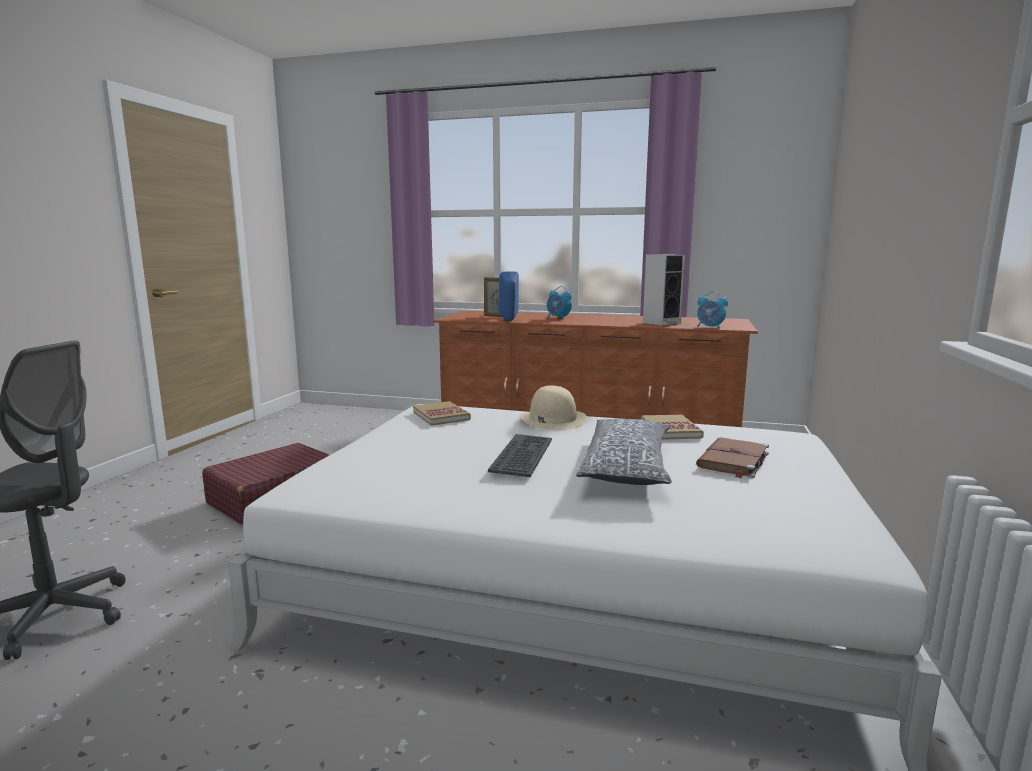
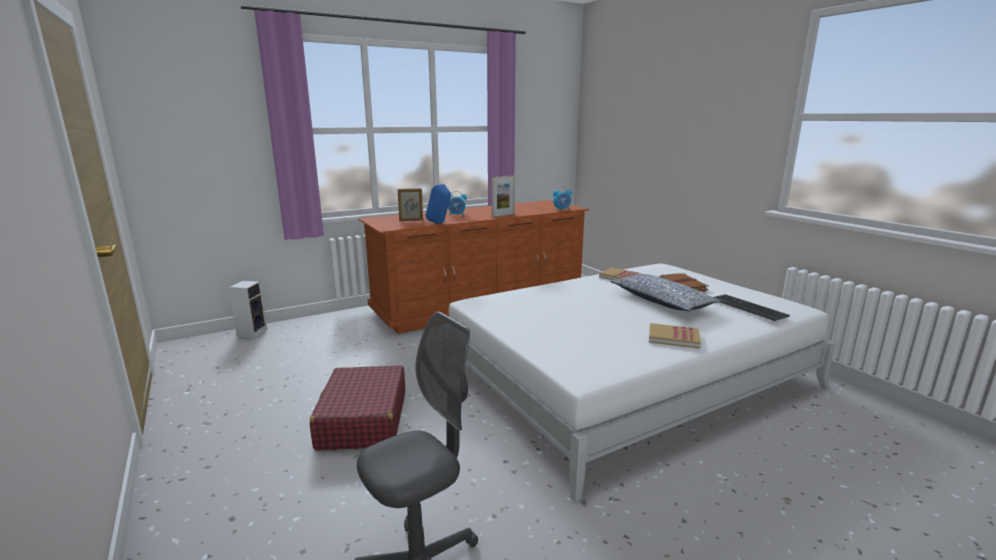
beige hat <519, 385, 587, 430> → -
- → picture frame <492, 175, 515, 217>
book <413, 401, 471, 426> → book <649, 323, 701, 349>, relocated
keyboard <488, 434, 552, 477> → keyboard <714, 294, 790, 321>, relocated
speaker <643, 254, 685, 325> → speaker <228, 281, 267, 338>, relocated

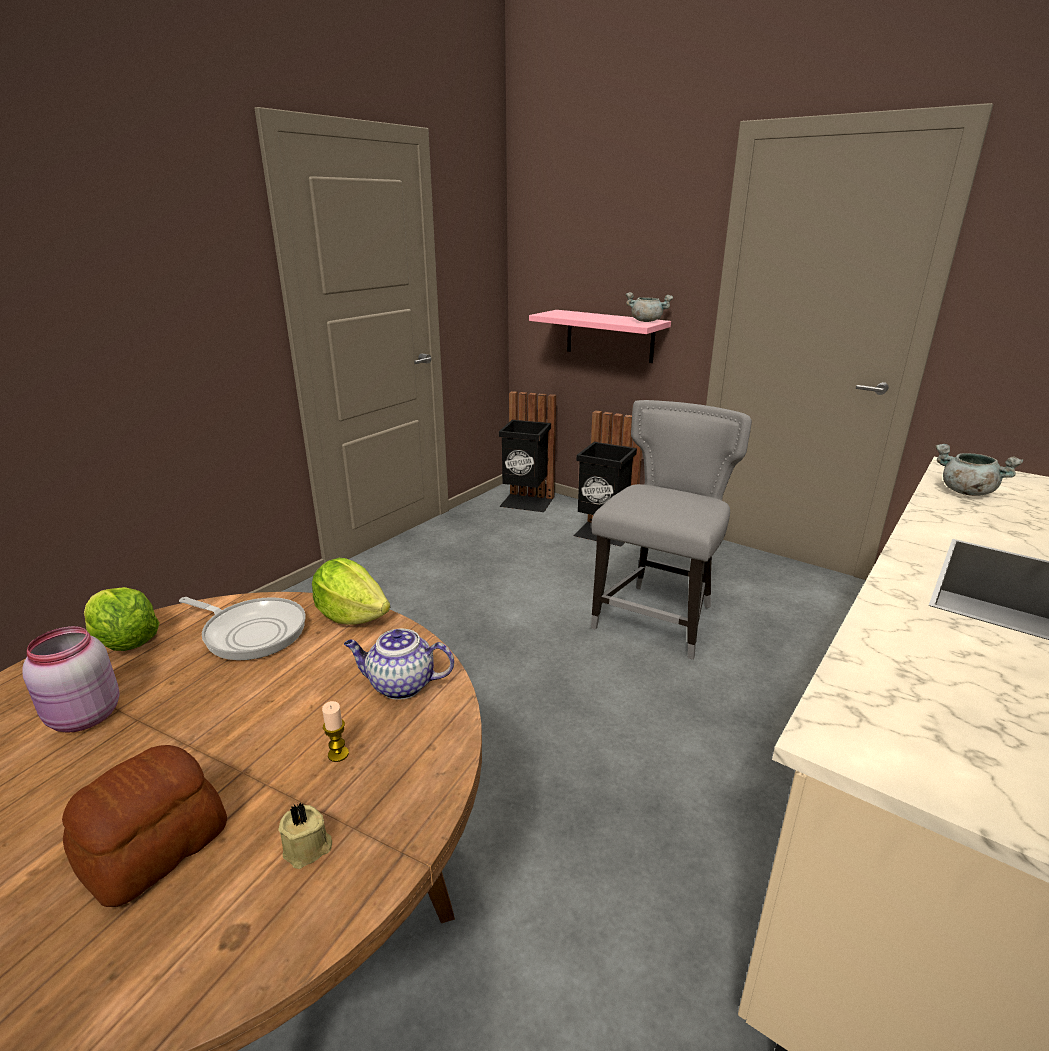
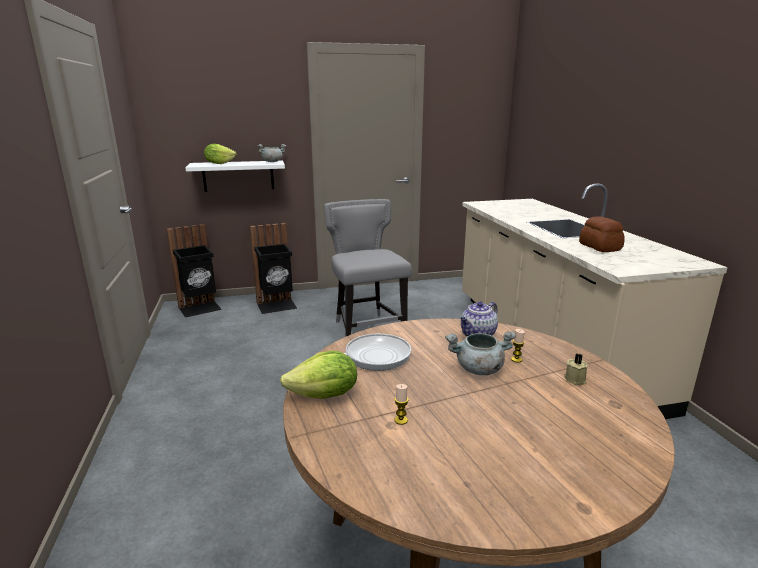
bread <62, 745, 227, 907> → bread <579, 216, 625, 252>, relocated
lettuce <312, 558, 390, 625> → lettuce <204, 144, 237, 164>, relocated
grey cooking pot <935, 444, 1024, 496> → grey cooking pot <445, 331, 516, 375>, relocated
pink jar <23, 626, 120, 733> → candle <394, 384, 409, 425>
pink shelf <529, 310, 671, 363> → white shelf <185, 161, 285, 192>

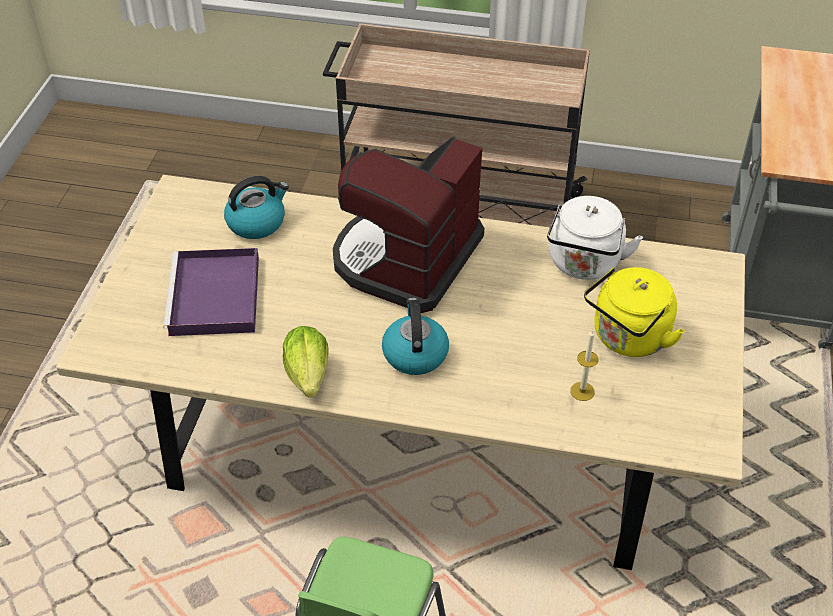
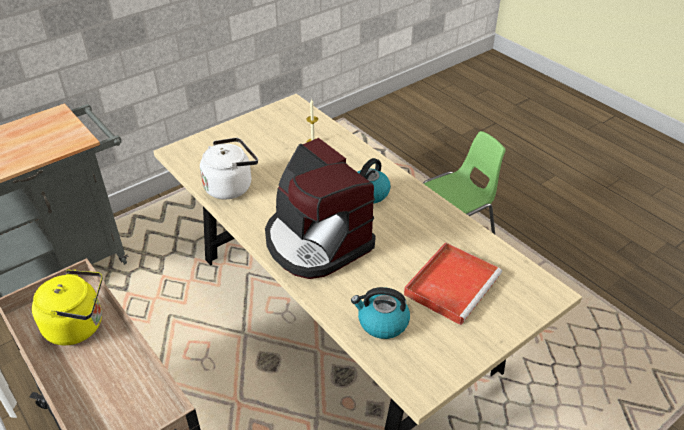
lettuce <283, 326, 329, 398> → -
yellow kettle <584, 267, 685, 357> → yellow kettle <32, 269, 102, 346>, relocated
purple tray <163, 248, 259, 336> → red tray <404, 242, 502, 325>
coffee machine <333, 136, 484, 313> → coffee machine <265, 138, 376, 279>, 75 degrees clockwise

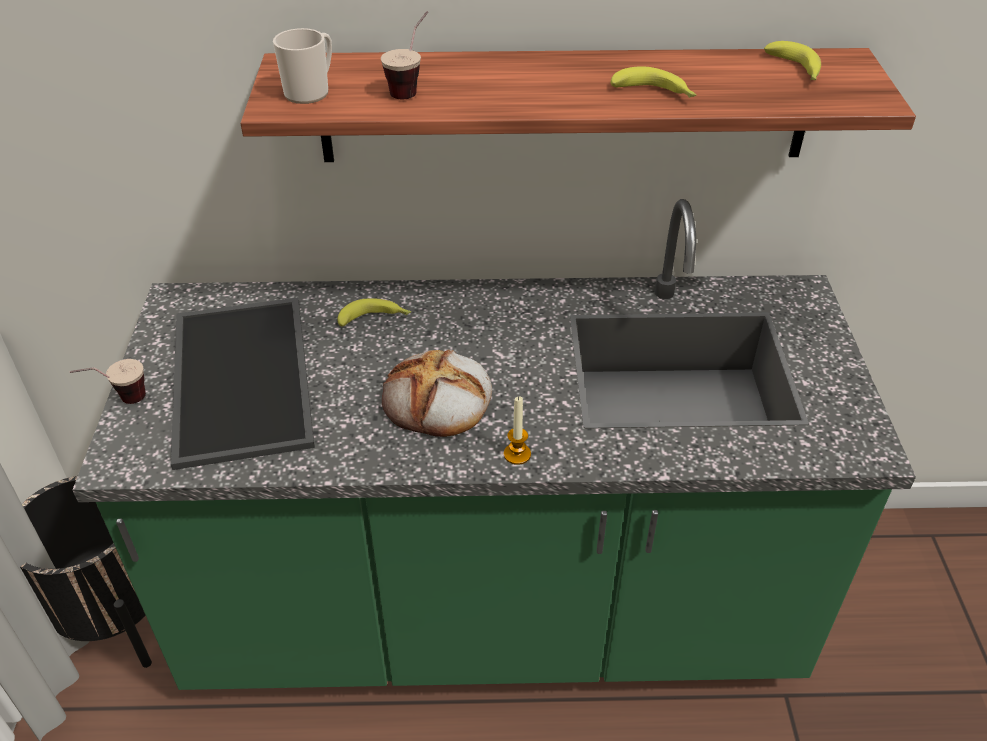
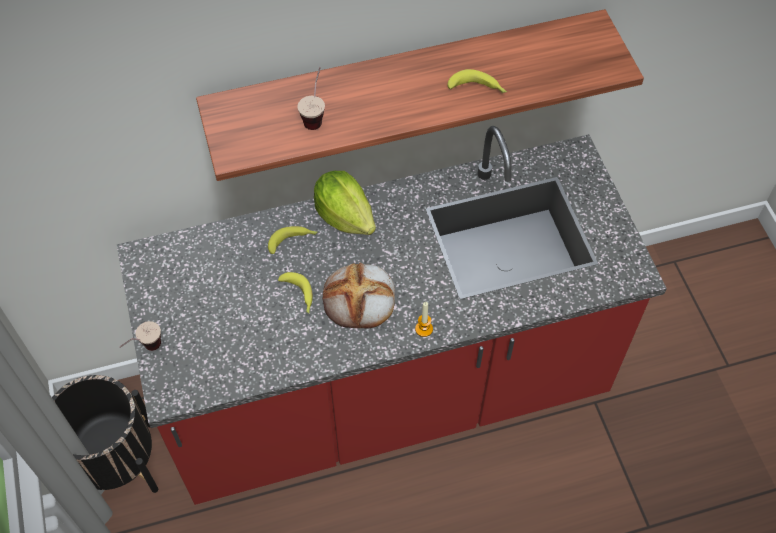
tray <171, 297, 315, 470> → -
mug <273, 28, 332, 104> → -
- → lettuce <314, 171, 376, 235>
banana <764, 41, 821, 80> → banana <278, 272, 313, 313>, relocated
green counter <72, 199, 916, 690> → red counter <117, 126, 667, 505>

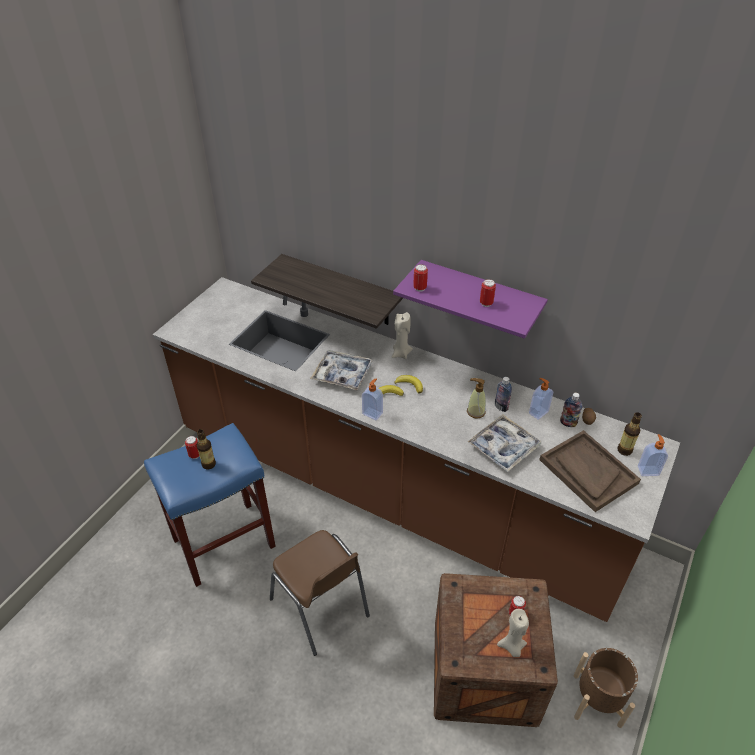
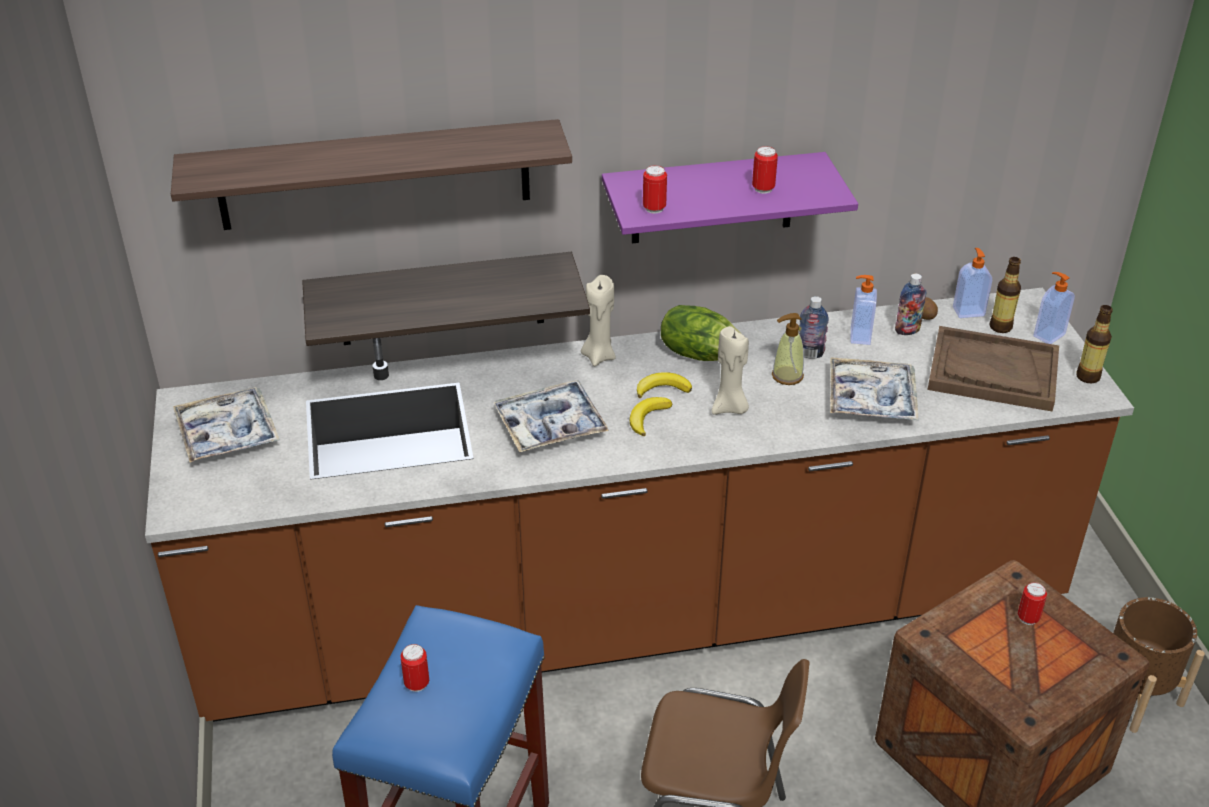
- → shelf <171, 119, 572, 230>
- → tray <173, 387, 280, 463>
- → lettuce <661, 305, 741, 361>
bottle <197, 429, 216, 470> → bottle <1076, 305, 1113, 384>, relocated
soap dispenser <362, 379, 383, 420> → soap dispenser <953, 248, 992, 318>, relocated
beige candle <497, 609, 529, 657> → beige candle <712, 326, 749, 415>, relocated

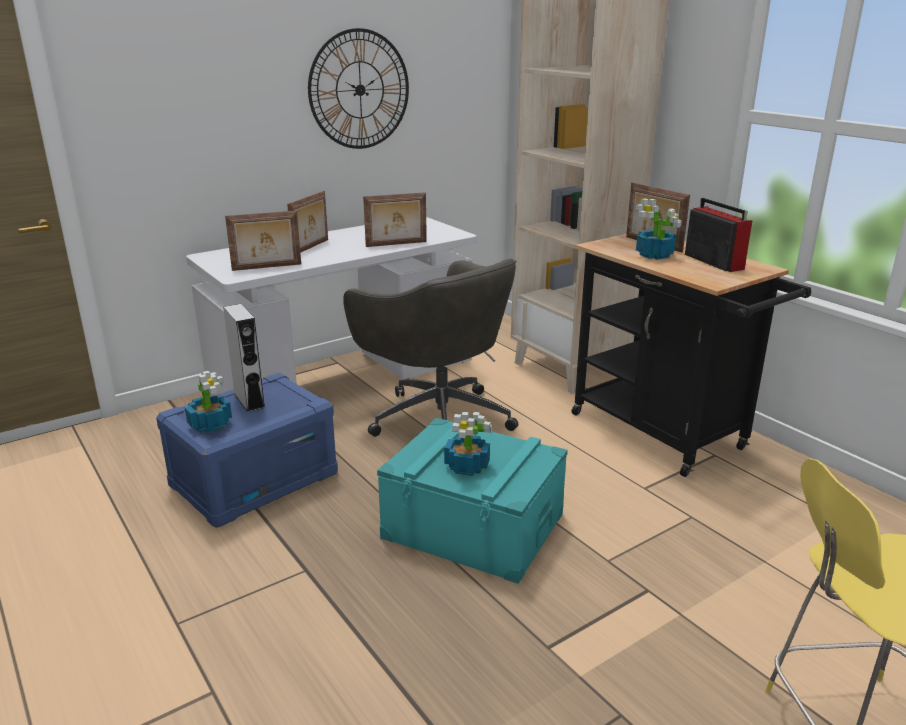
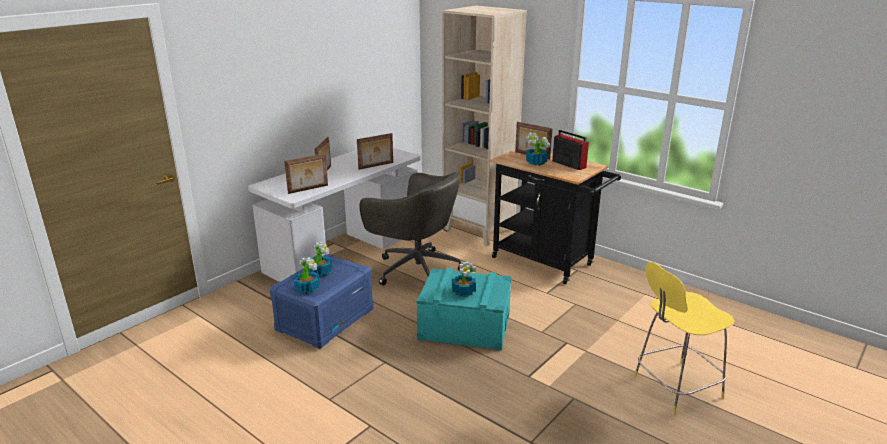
wall clock <308, 28, 409, 149> → -
grey speaker <223, 304, 265, 412> → potted plant <308, 242, 333, 277>

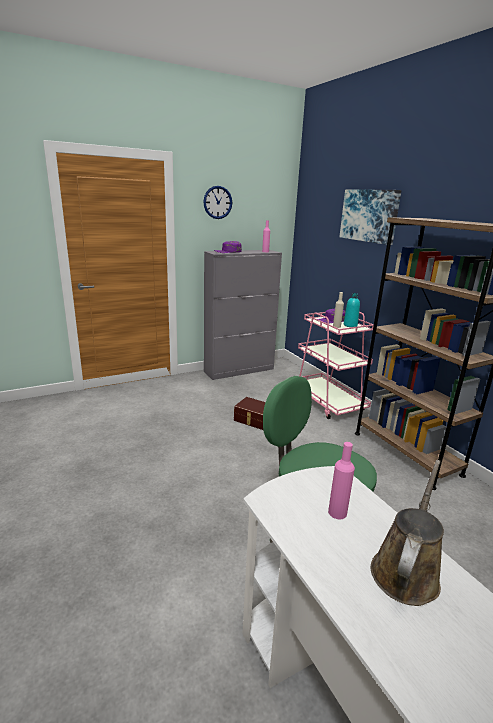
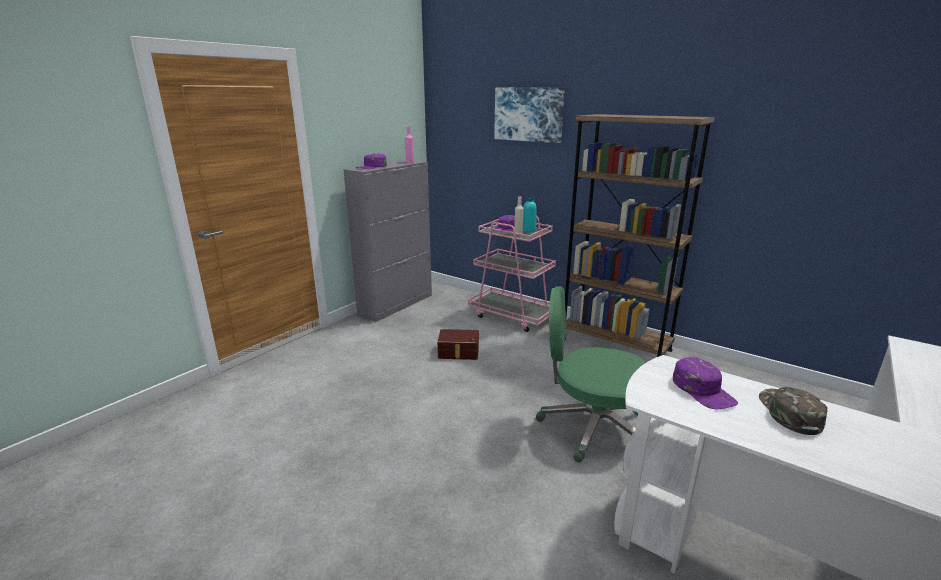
wall clock <203, 186, 232, 219> → -
pink bottle <328, 442, 355, 519> → purple cap <673, 357, 738, 410>
brown watering can <371, 460, 444, 606> → green cap <759, 387, 827, 435>

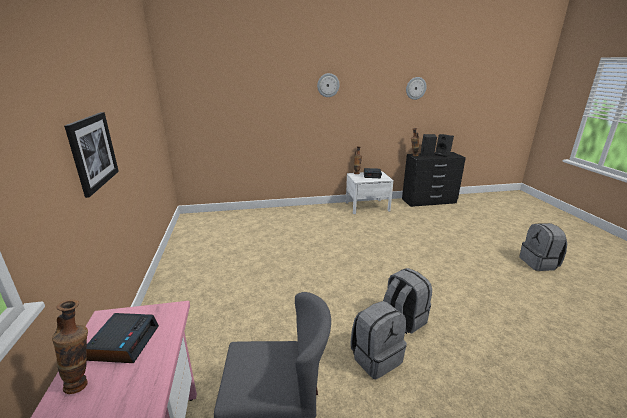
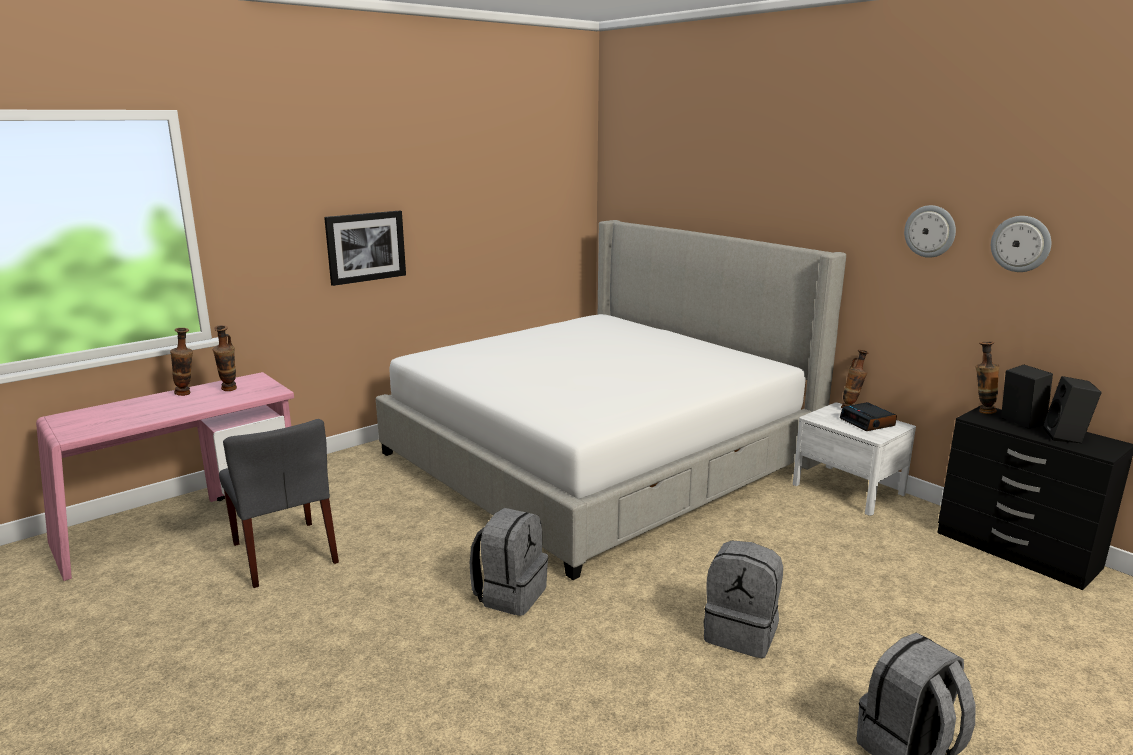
- → bed <376, 220, 846, 580>
wall clock <317, 73, 340, 97> → wall clock <904, 205, 956, 258>, relocated
grey backpack <350, 301, 407, 379> → grey backpack <704, 541, 783, 658>, relocated
alarm clock <87, 313, 159, 363> → vase <213, 325, 237, 391>

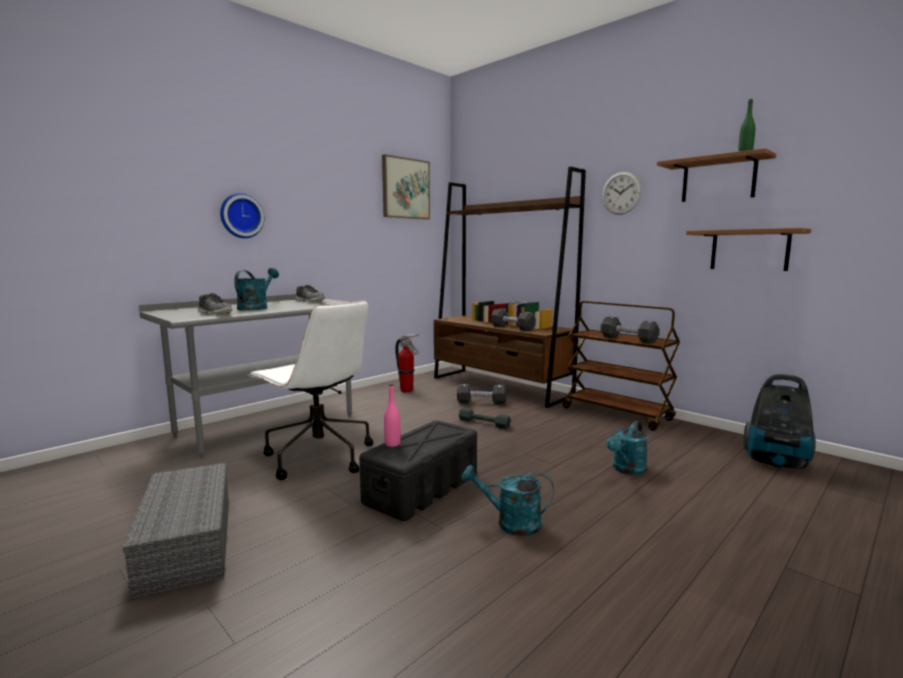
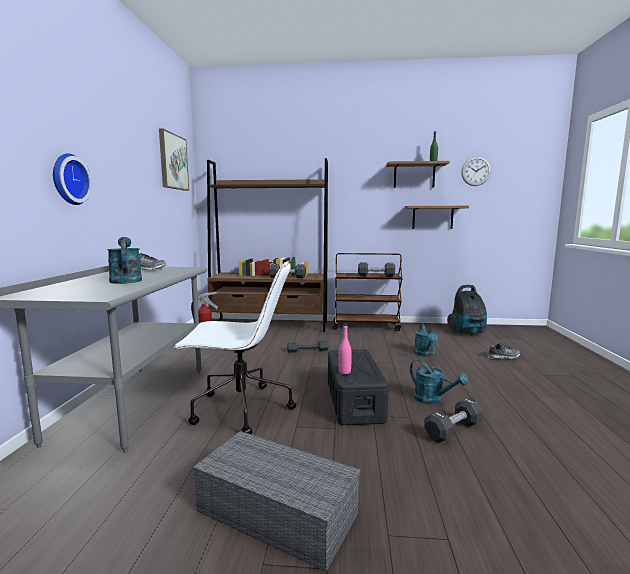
shoe <198, 293, 233, 315> → shoe <487, 343, 520, 359>, relocated
black dumbbell <457, 384, 506, 405> → black dumbbell <424, 398, 483, 443>, relocated
wall clock <602, 172, 642, 215> → wall clock <461, 157, 491, 186>, relocated
turquoise watering can <461, 465, 554, 536> → turquoise watering can <410, 360, 469, 405>, 105 degrees counterclockwise

